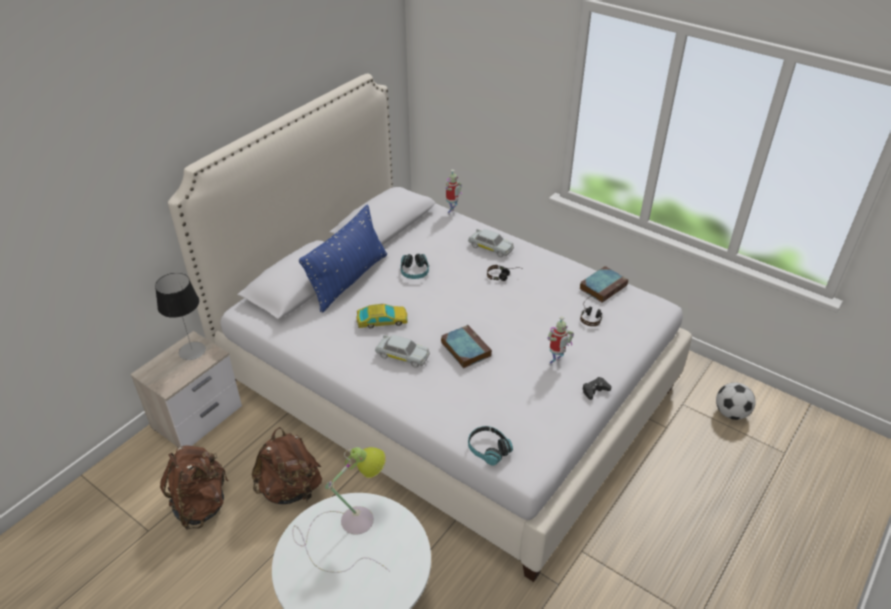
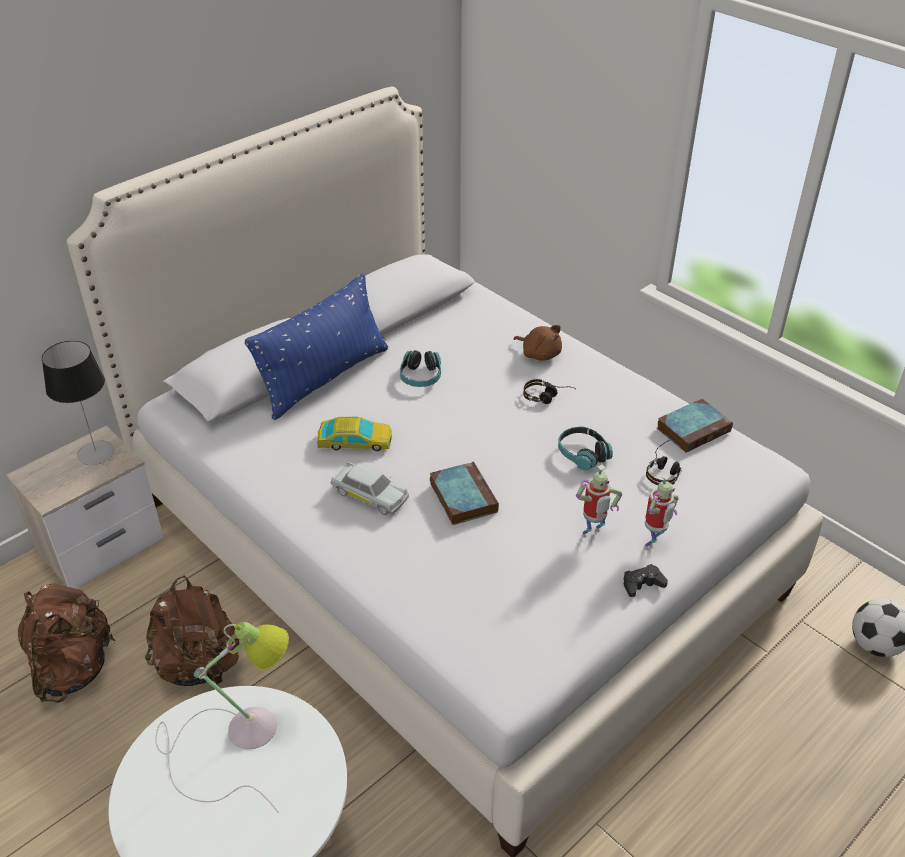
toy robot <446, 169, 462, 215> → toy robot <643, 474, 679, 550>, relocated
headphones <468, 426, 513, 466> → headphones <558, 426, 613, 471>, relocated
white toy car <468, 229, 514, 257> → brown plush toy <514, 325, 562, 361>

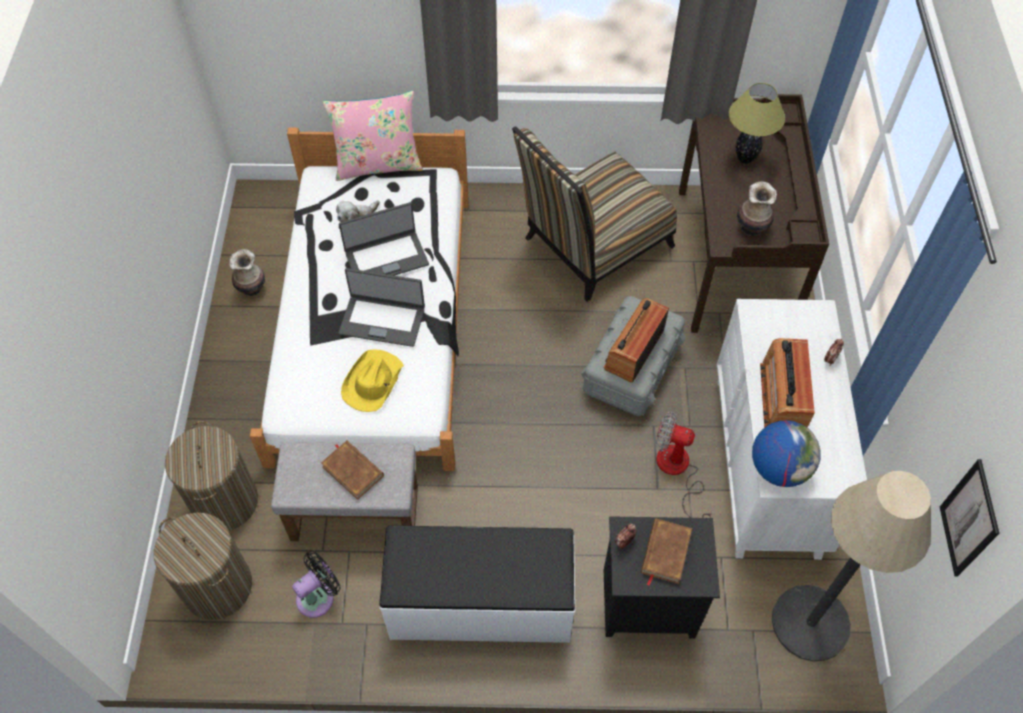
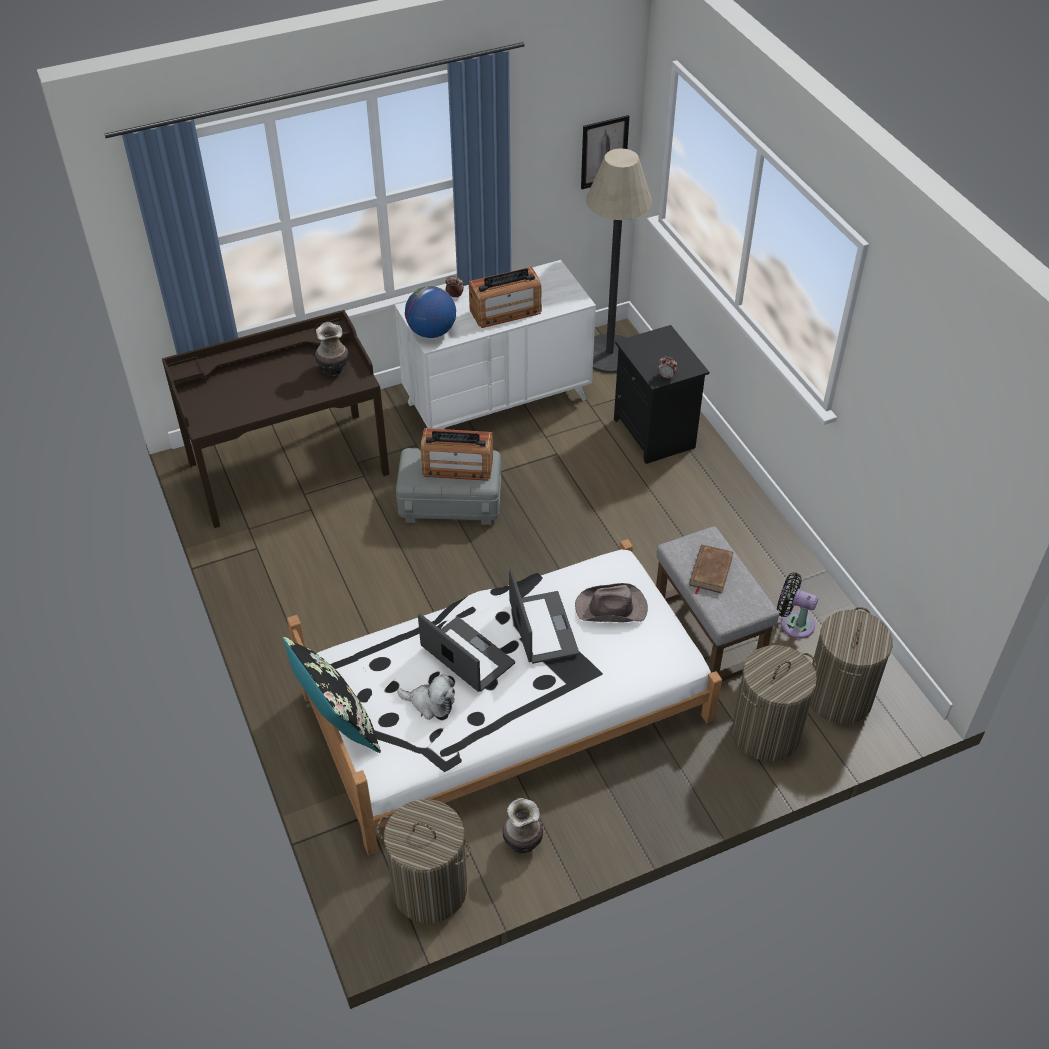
white bench <380, 526, 575, 643> → -
chair <512, 127, 677, 302> → -
brown book <641, 518, 692, 585> → -
fan <656, 411, 713, 518> → -
table lamp <729, 83, 785, 164> → -
- → laundry basket <377, 799, 471, 923>
globe <752, 420, 821, 487> → globe <405, 286, 456, 338>, relocated
pink pillow <323, 91, 423, 181> → black pillow <282, 637, 381, 753>
yellow hat <341, 350, 404, 412> → brown hat <575, 583, 648, 622>

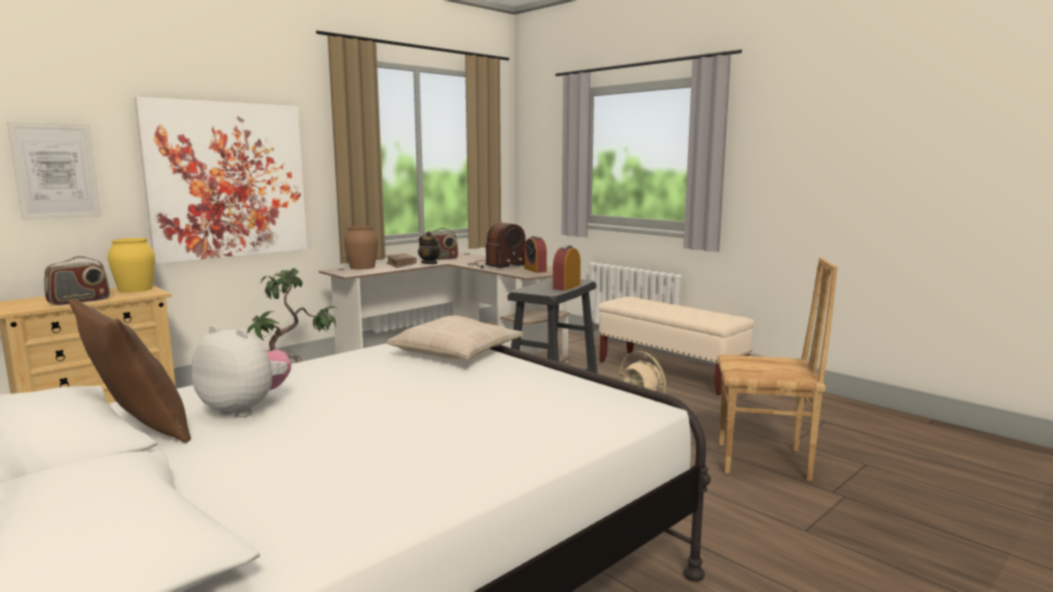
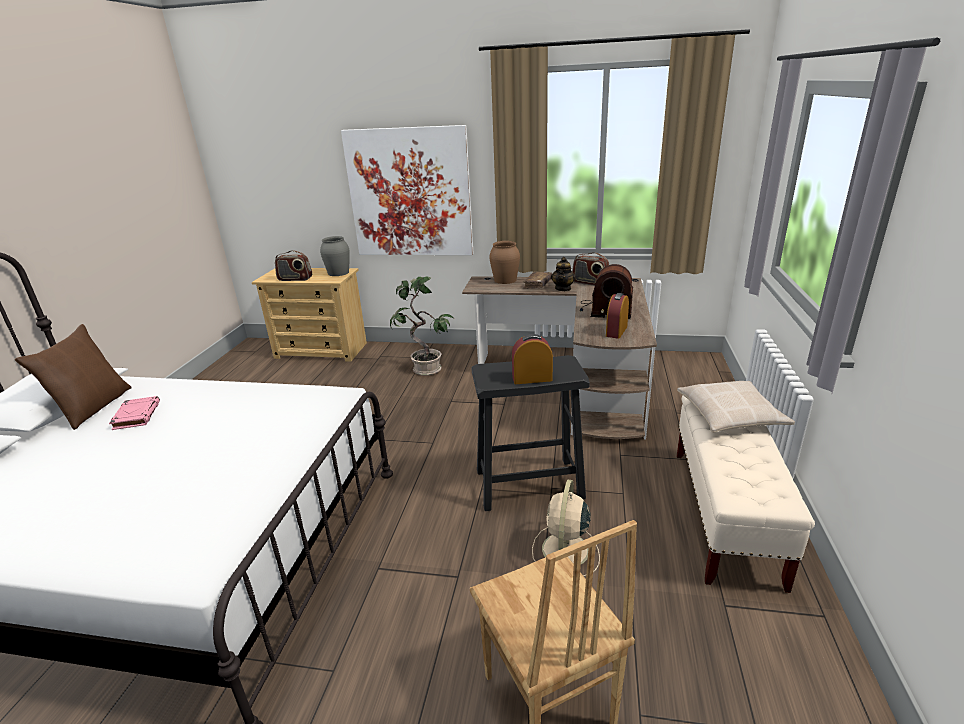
picture <7, 122, 102, 221> → -
beige pillow <387, 316, 523, 360> → beige pillow <677, 381, 795, 433>, relocated
plush toy <192, 325, 291, 417> → pink book <109, 396, 160, 430>
yellow vase <108, 238, 155, 292> → grey vase <320, 236, 350, 276>

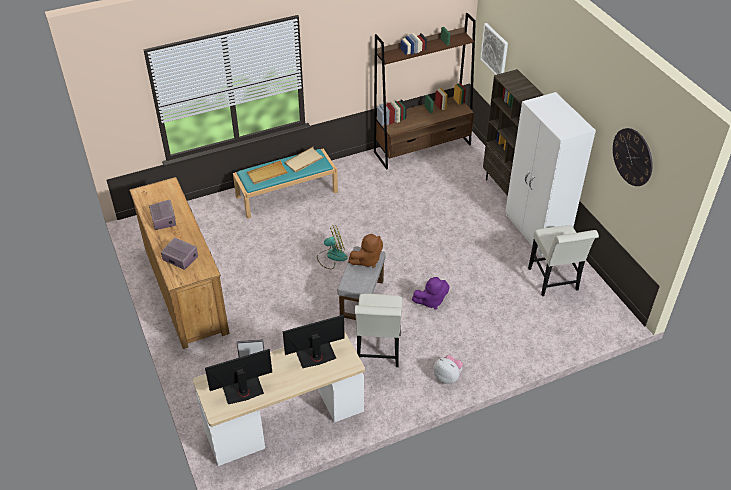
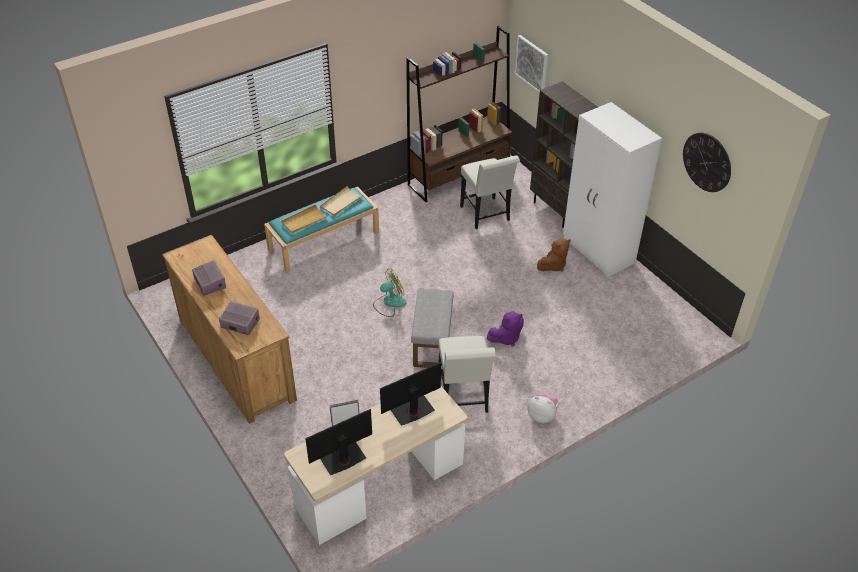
brown plush toy <348, 234, 383, 268> → brown plush toy <537, 238, 571, 272>, relocated
white chair <528, 225, 599, 296> → white chair <460, 155, 520, 229>, relocated

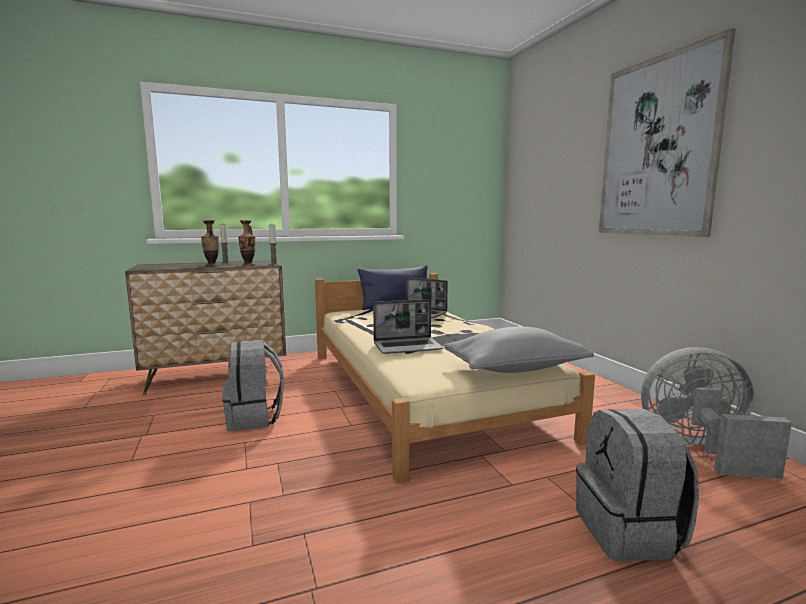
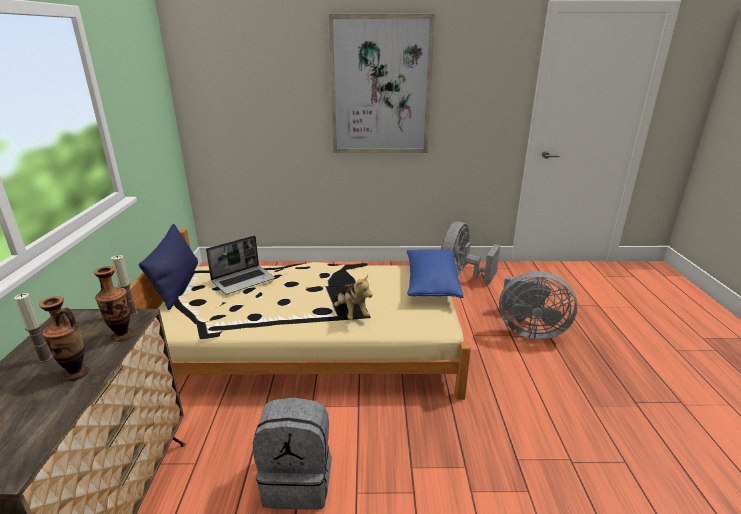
laptop <373, 299, 444, 354> → plush toy <334, 275, 373, 319>
grey backpack <576, 409, 699, 561> → grey fan <499, 271, 578, 339>
grey pillow <444, 327, 594, 373> → blue pillow <407, 249, 464, 298>

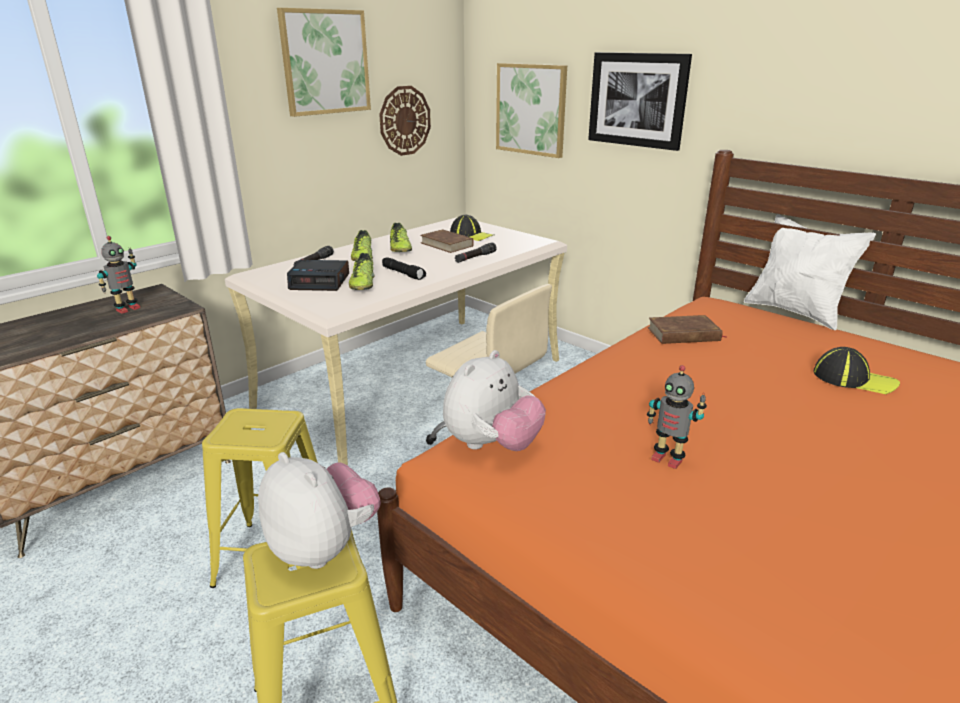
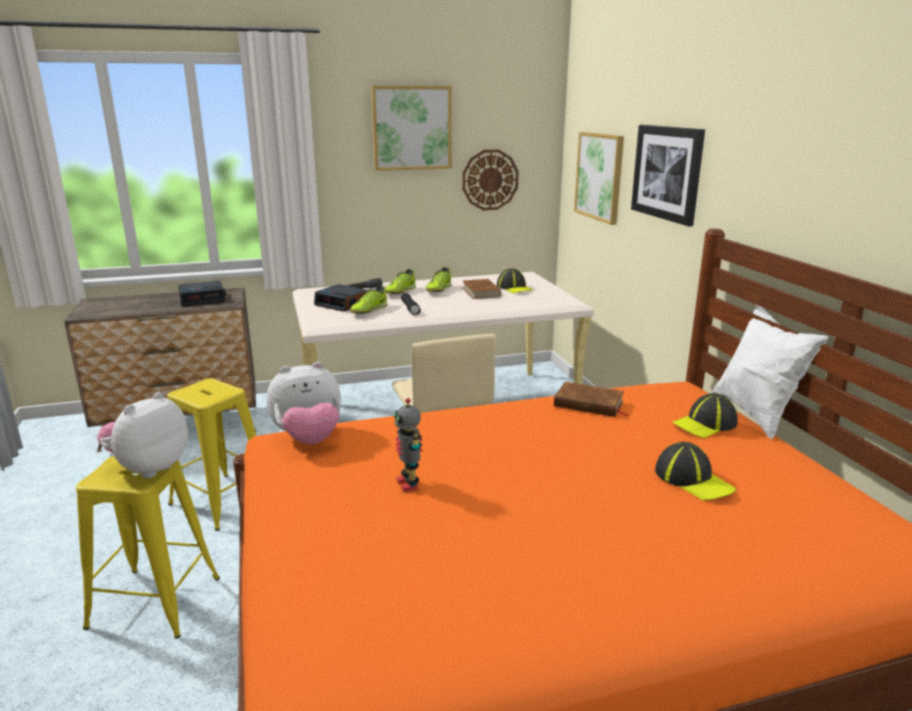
black flashlight <455, 243, 497, 263> → -
- → cap <673, 393, 738, 438>
toy robot <97, 236, 140, 314> → alarm clock <178, 281, 226, 307>
plush toy <258, 452, 381, 569> → plush toy <97, 392, 188, 478>, 135 degrees counterclockwise

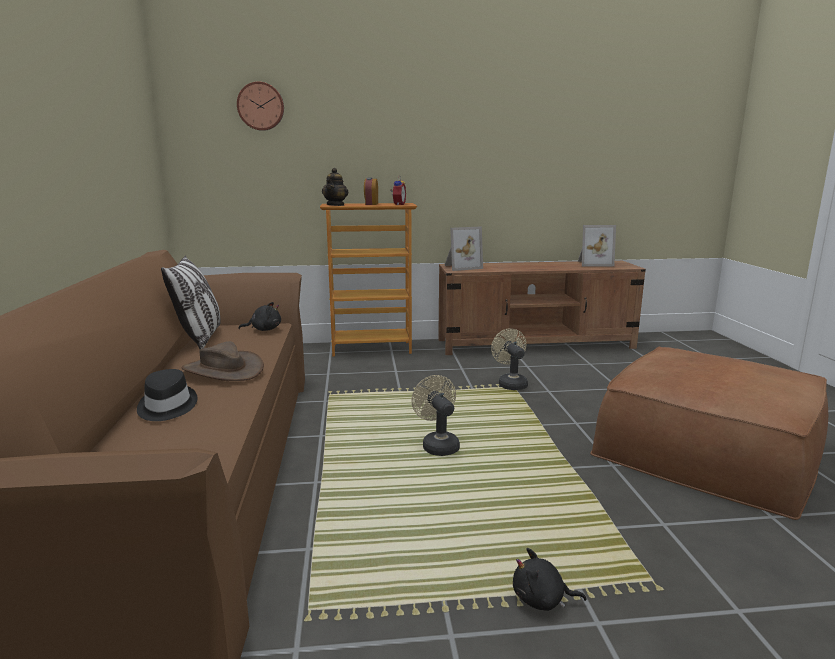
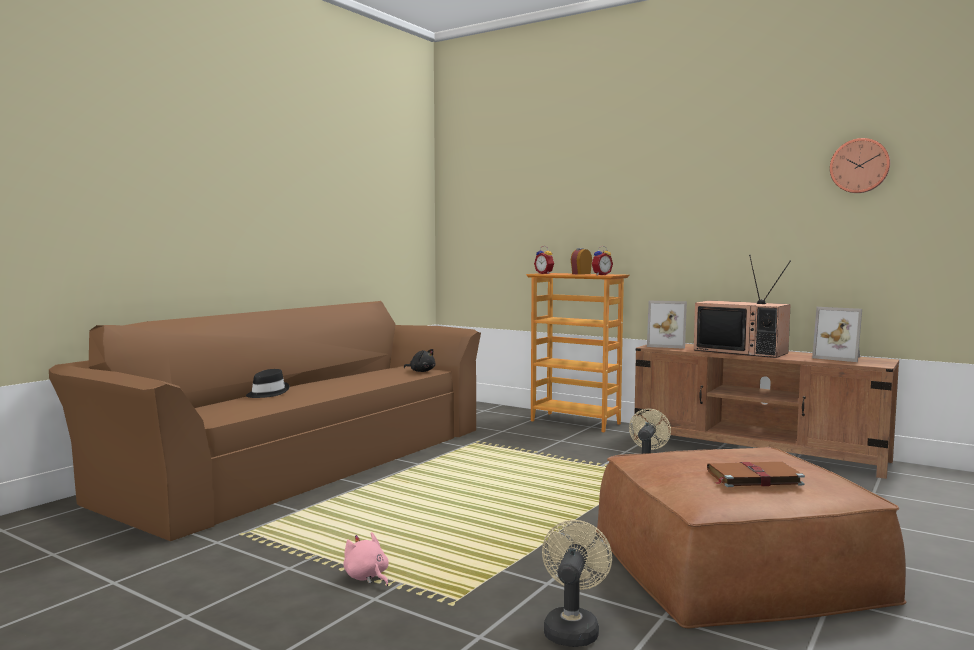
pillow <161, 256, 221, 349> → -
brown hat <181, 341, 264, 381> → -
- → television <694, 255, 791, 358>
- → brown book <707, 462, 805, 487>
wall clock <237, 81, 284, 131> → wall clock <830, 138, 890, 193>, relocated
beige fan <411, 375, 460, 456> → beige fan <542, 520, 612, 647>, relocated
teapot <322, 168, 348, 206> → alarm clock <534, 246, 554, 274>
black plush toy <513, 548, 587, 611> → pink plush toy <343, 532, 389, 586>

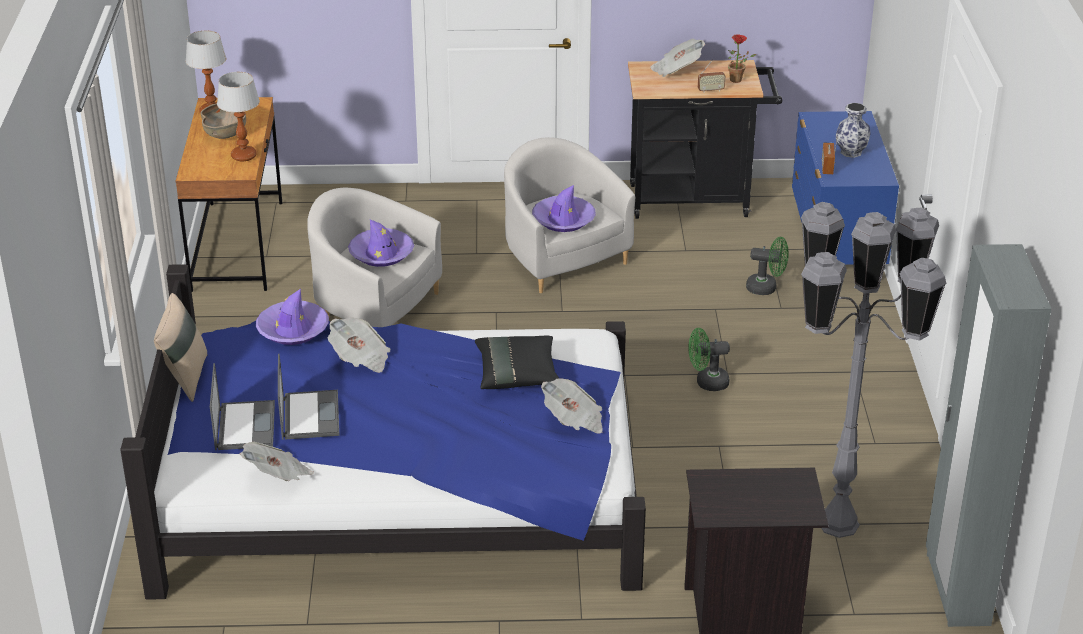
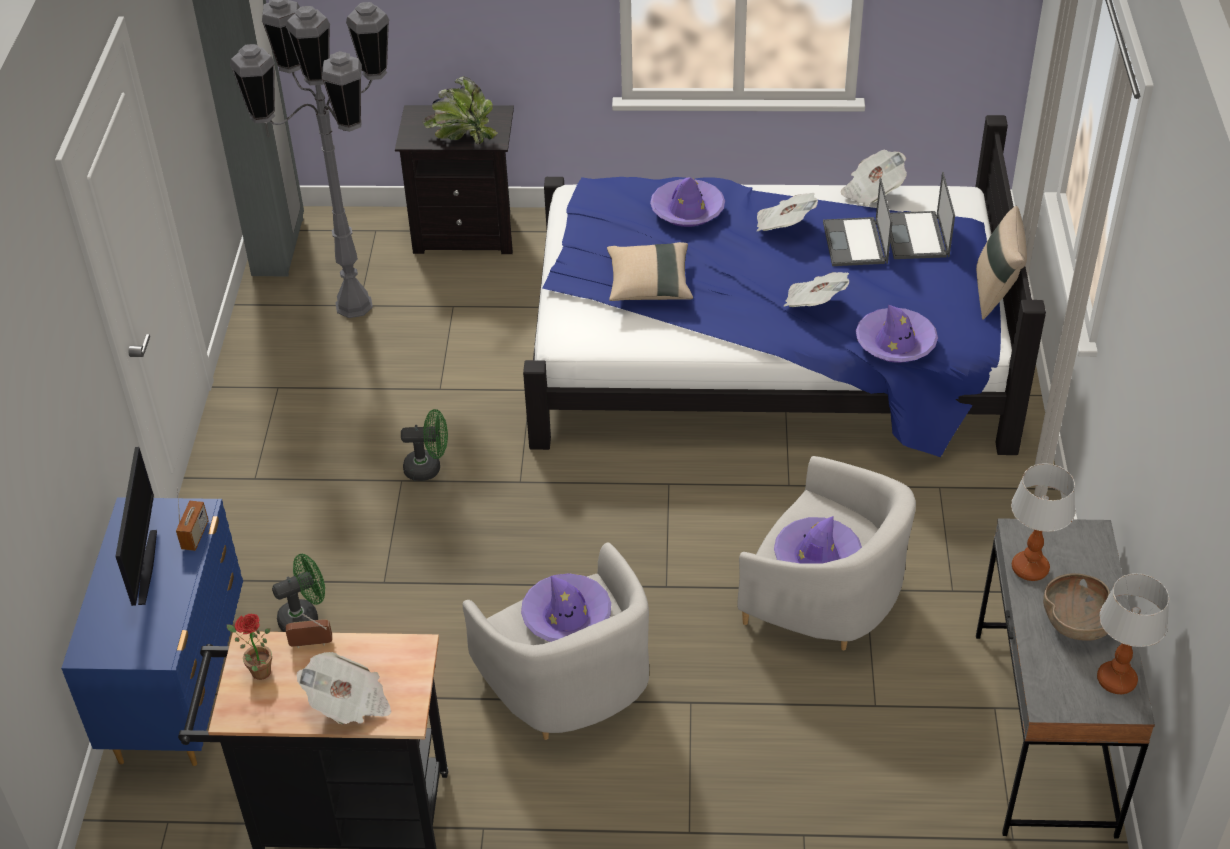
- → potted plant <422, 76, 498, 144>
- → purple hat <650, 177, 725, 227>
newspaper <541, 378, 603, 434> → newspaper <757, 193, 818, 231>, relocated
vase <836, 103, 871, 158> → monitor <115, 447, 157, 606>
brown desk <176, 97, 282, 292> → grey desk <976, 518, 1155, 838>
black pillow <475, 336, 559, 389> → beige pillow <607, 242, 693, 301>
green fan <746, 237, 789, 295> → green fan <272, 554, 325, 632>, 135 degrees clockwise

